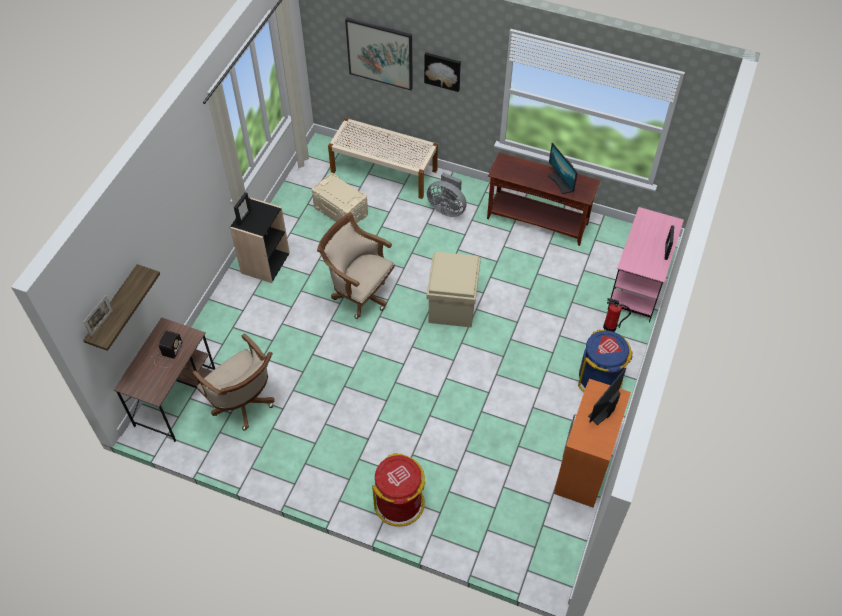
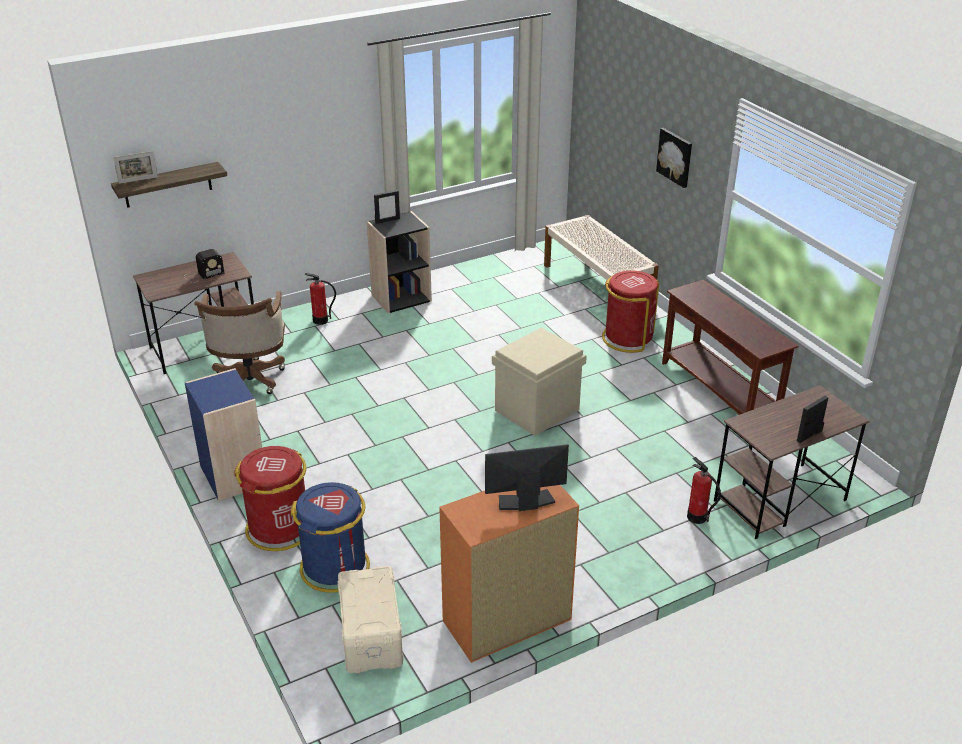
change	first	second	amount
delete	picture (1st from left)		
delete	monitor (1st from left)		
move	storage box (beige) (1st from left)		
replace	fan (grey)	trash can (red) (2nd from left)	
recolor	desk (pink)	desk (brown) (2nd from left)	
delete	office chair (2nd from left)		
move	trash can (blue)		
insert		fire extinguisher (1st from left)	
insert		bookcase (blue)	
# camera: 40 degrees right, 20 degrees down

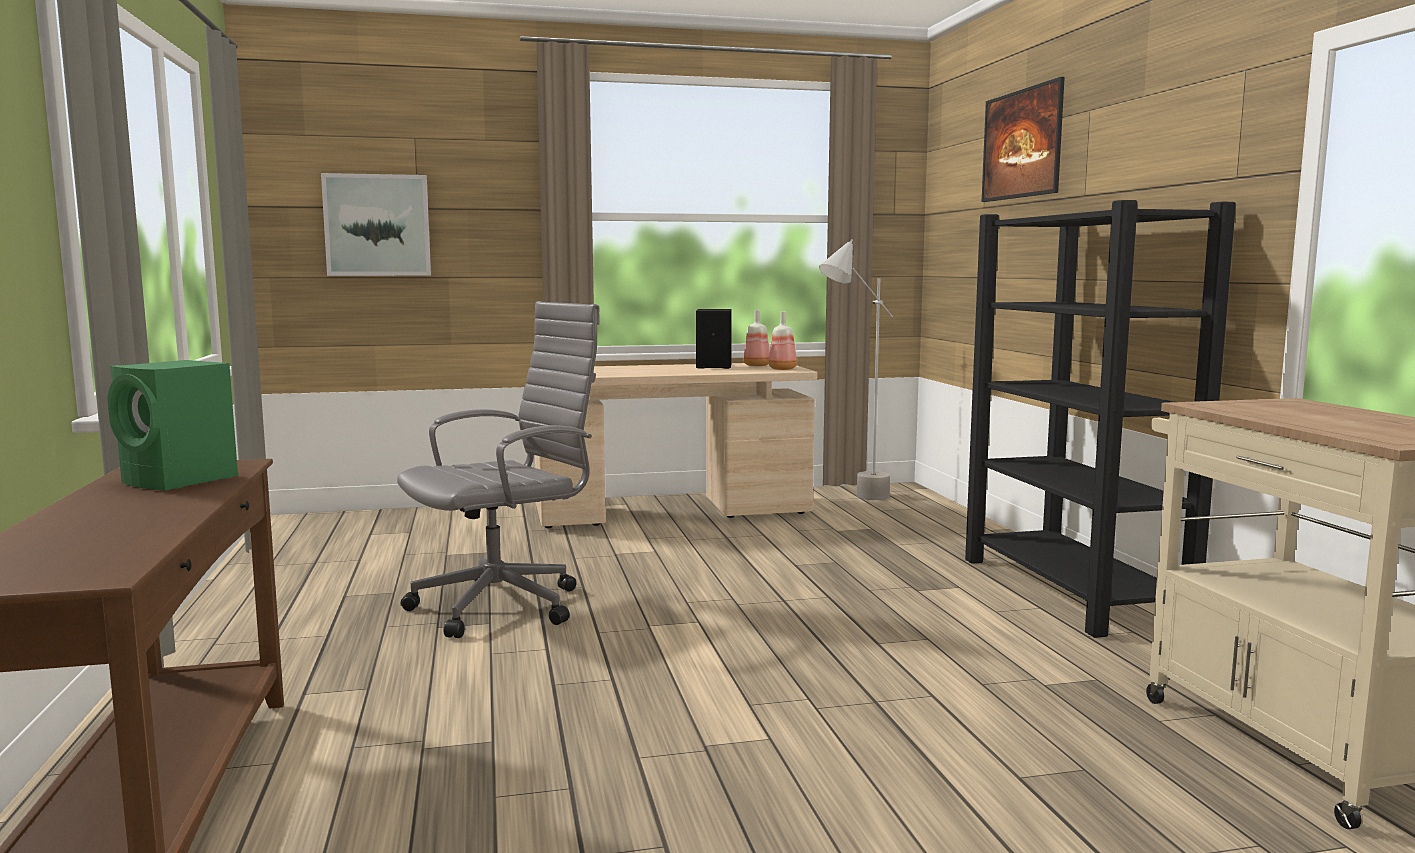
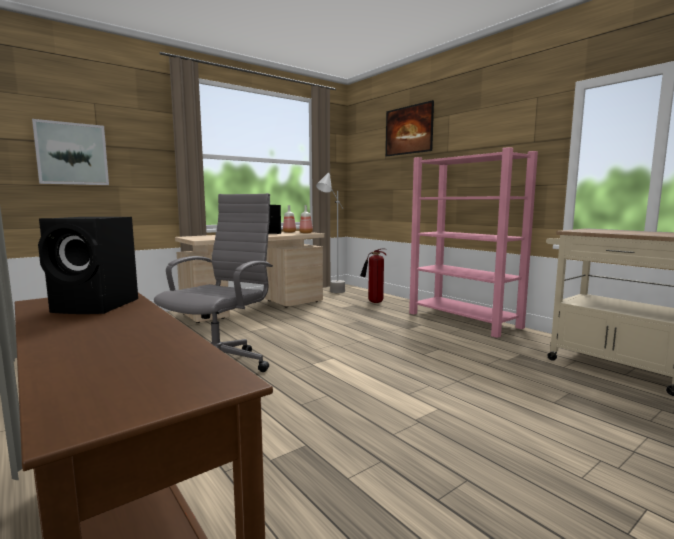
change	first	second	amount
recolor	bookcase (black)	bookcase (pink)	
recolor	speaker (green)	speaker (black) (1st from left)	
insert		fire extinguisher	
# camera: 25 degrees left, 0 degrees up

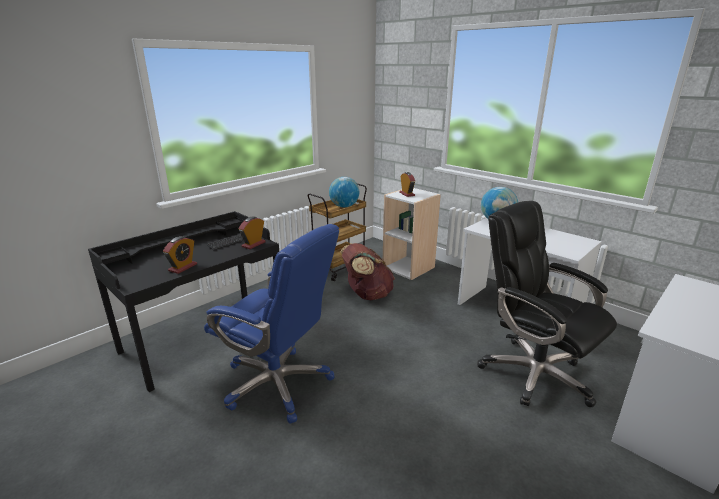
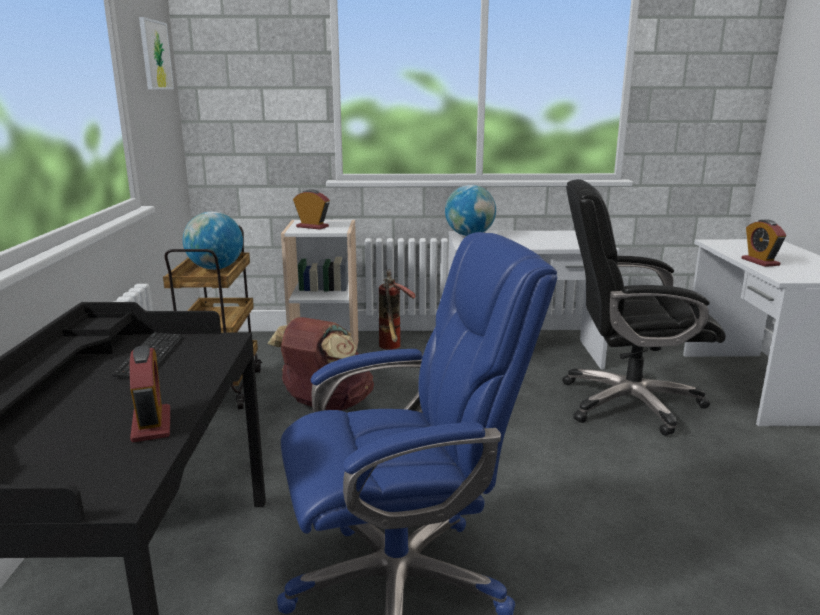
change	first	second	amount
move	alarm clock (2nd from left in the first image)	alarm clock (3rd from left)	
insert		picture	
insert		fire extinguisher	
# camera: 45 degrees left, 5 degrees down

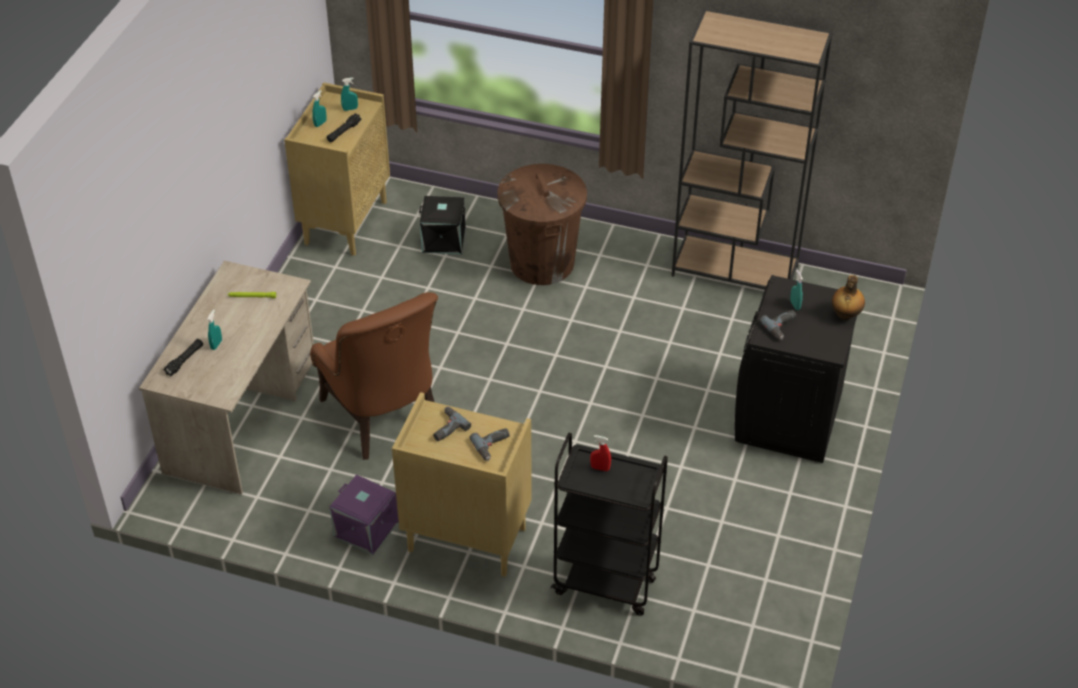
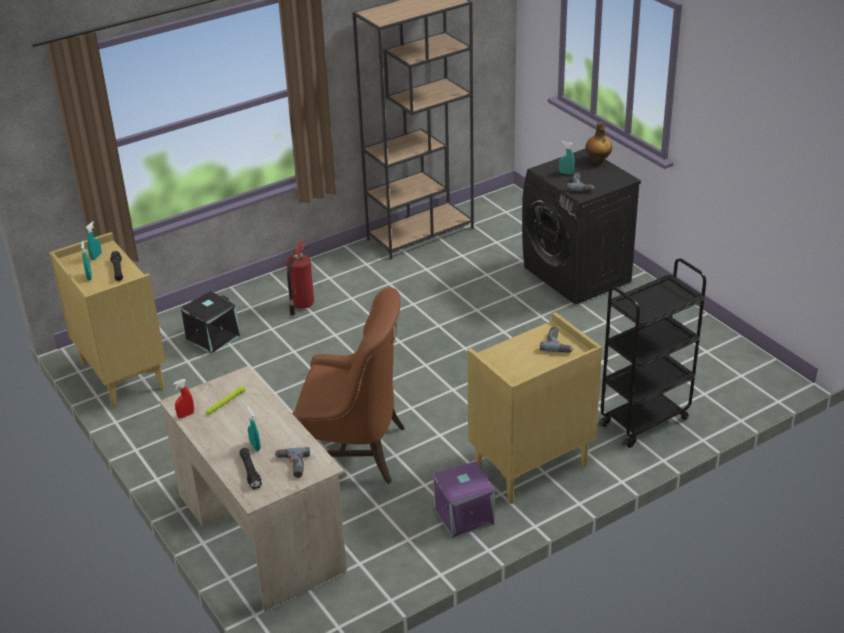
change	first	second	amount
replace	trash can (brown)	fire extinguisher	
move	power drill (1st from left)		
move	spray bottle (red)		
# camera: 50 degrees left, 10 degrees down

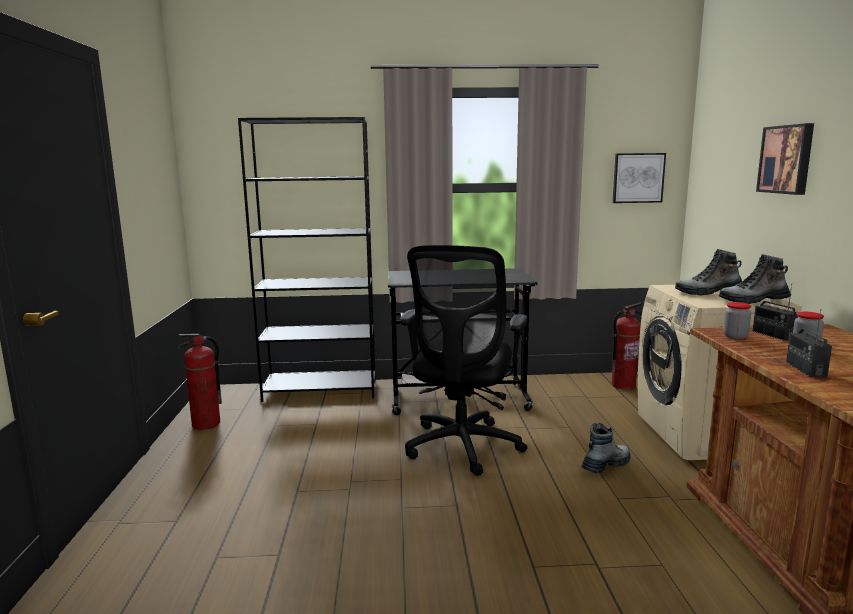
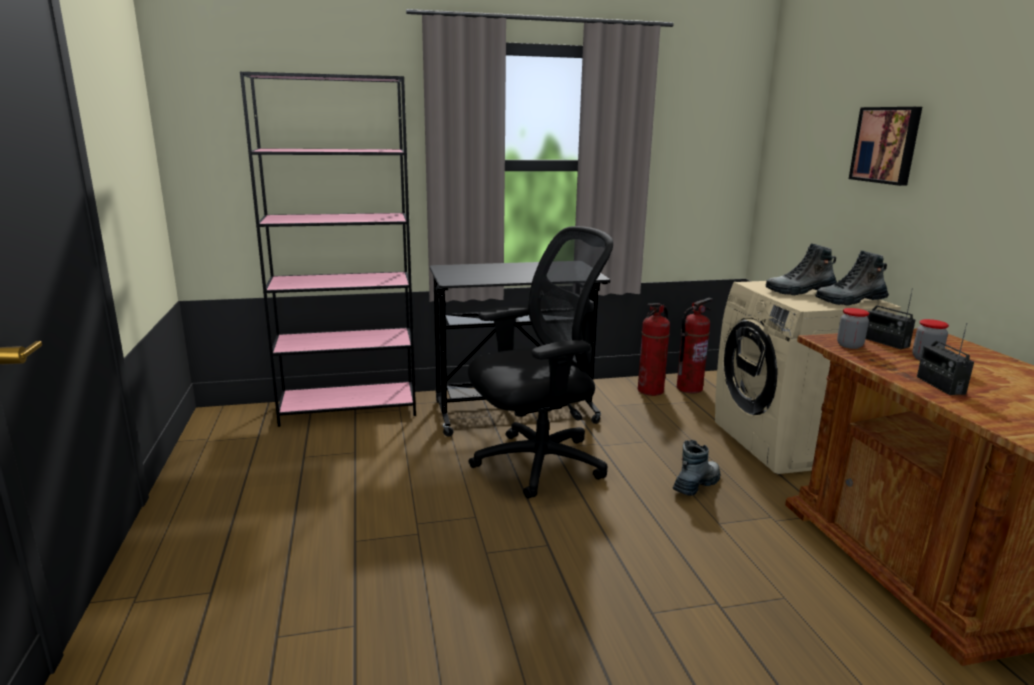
change	first	second	amount
recolor	bookcase (black)	bookcase (pink)	
delete	picture (1st from left)		
rotate	office chair (black)		120 degrees counterclockwise
move	fire extinguisher (1st from left)		
# camera: 10 degrees left, 5 degrees up

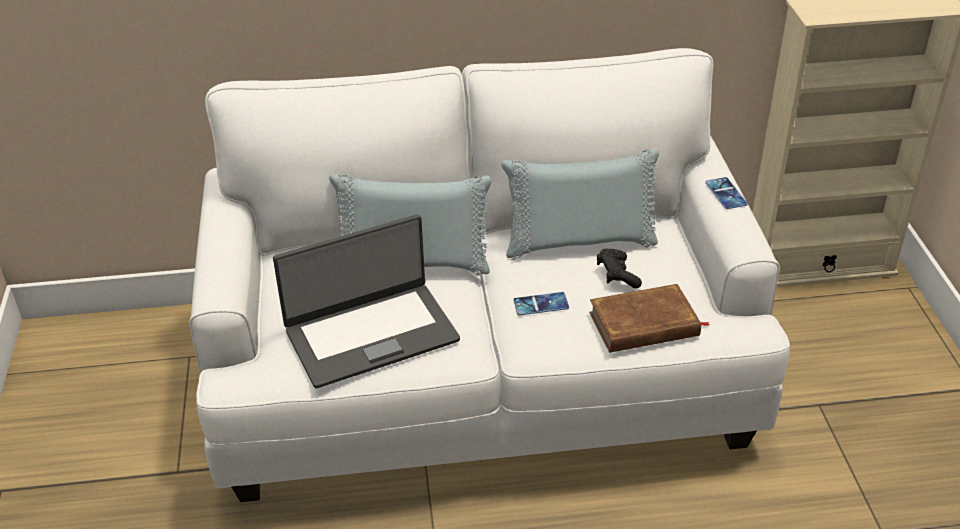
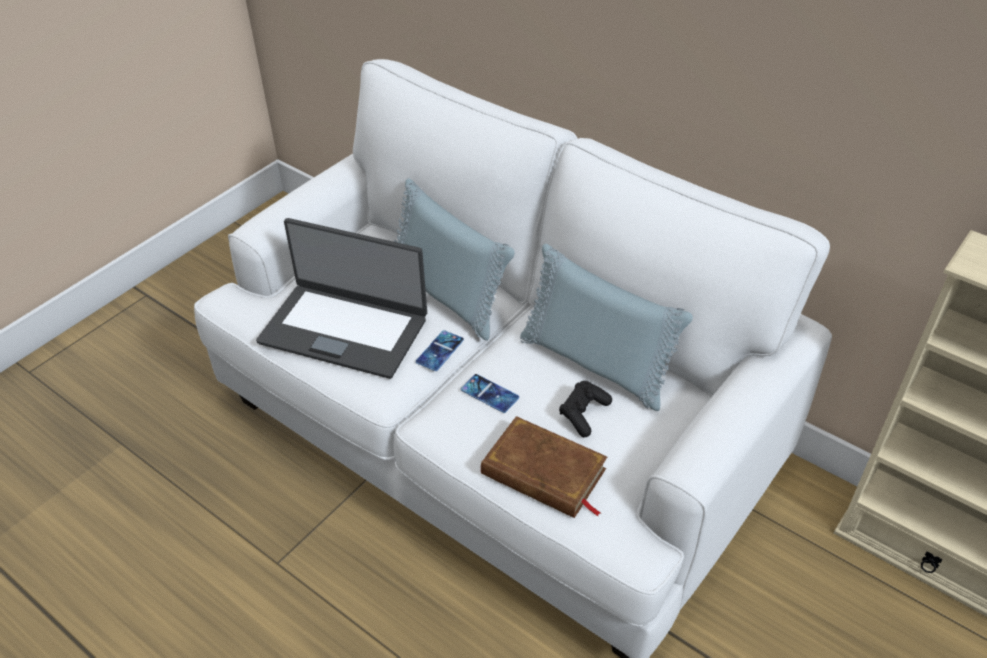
change	first	second	amount
move	phone (2nd from left in the first image)	phone (1st from left)	
# camera: 45 degrees right, 5 degrees up

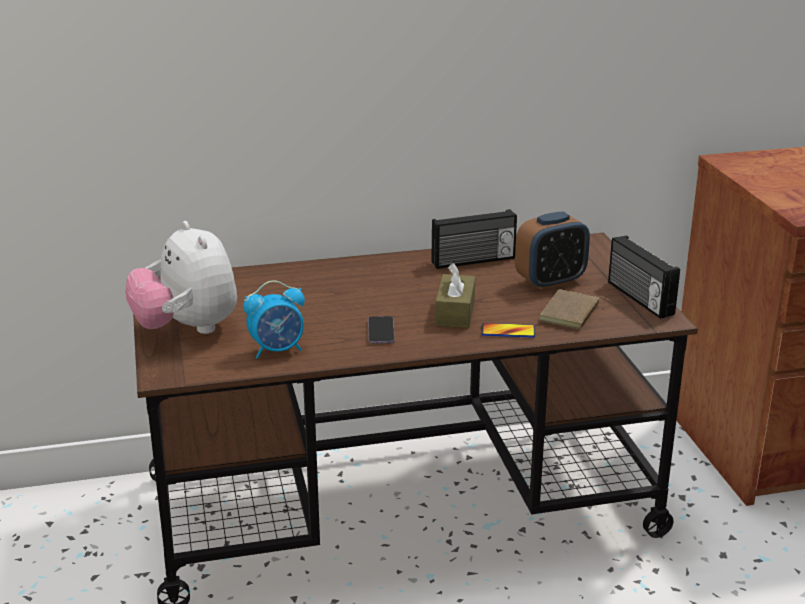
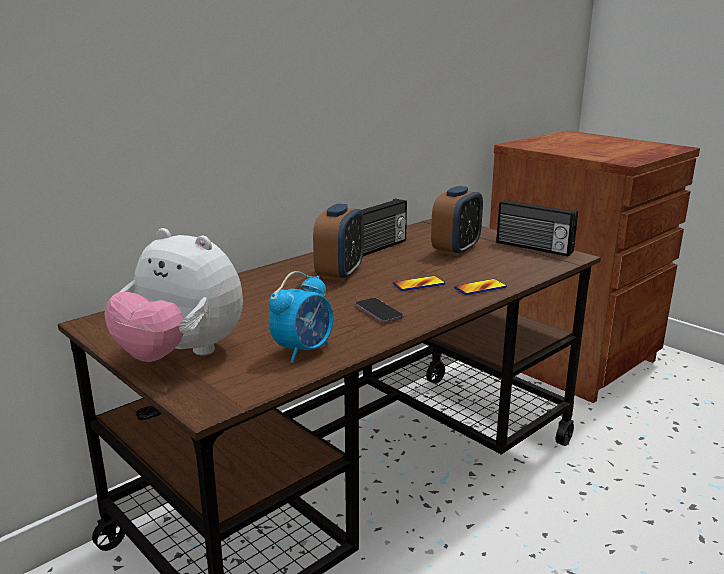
change	first	second	amount
replace	tissue box (brown)	phone (2nd from left)	
delete	book (brown)		
insert		alarm clock (2nd from left)	
# camera: 30 degrees left, 5 degrees down

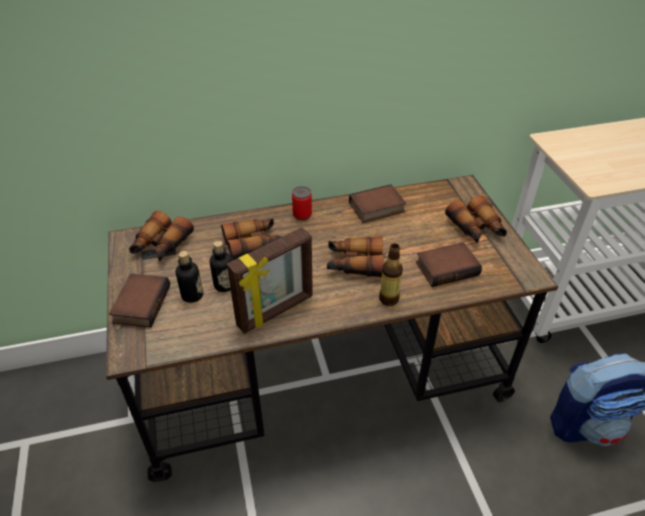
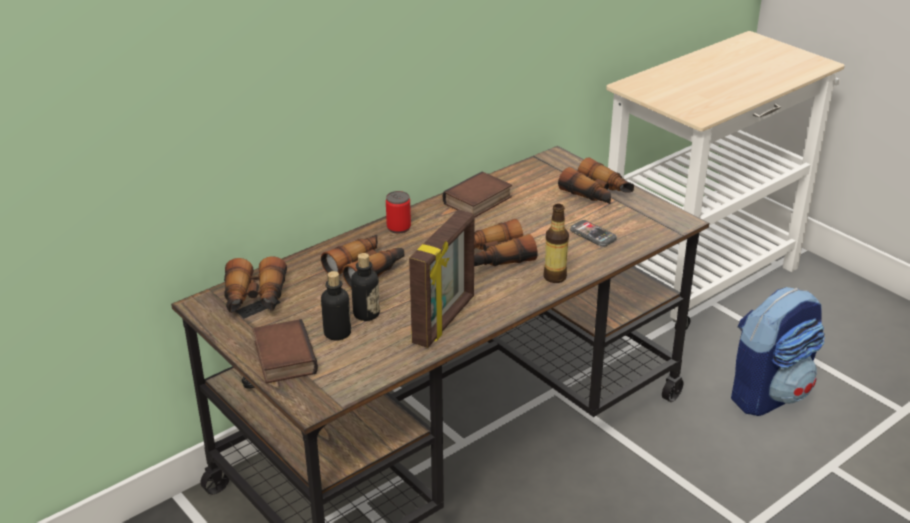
change	first	second	amount
replace	book (3rd from left)	phone	
# camera: 25 degrees left, 10 degrees down

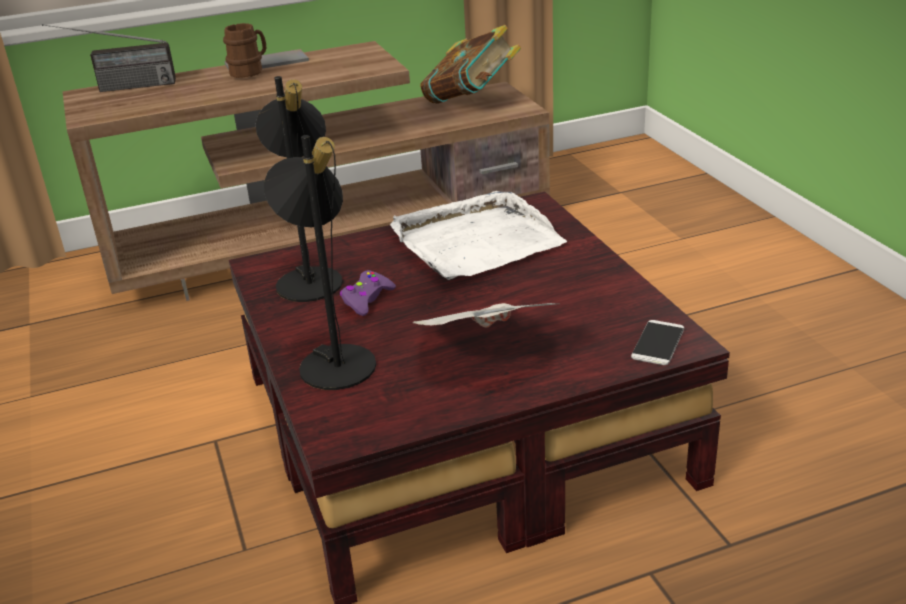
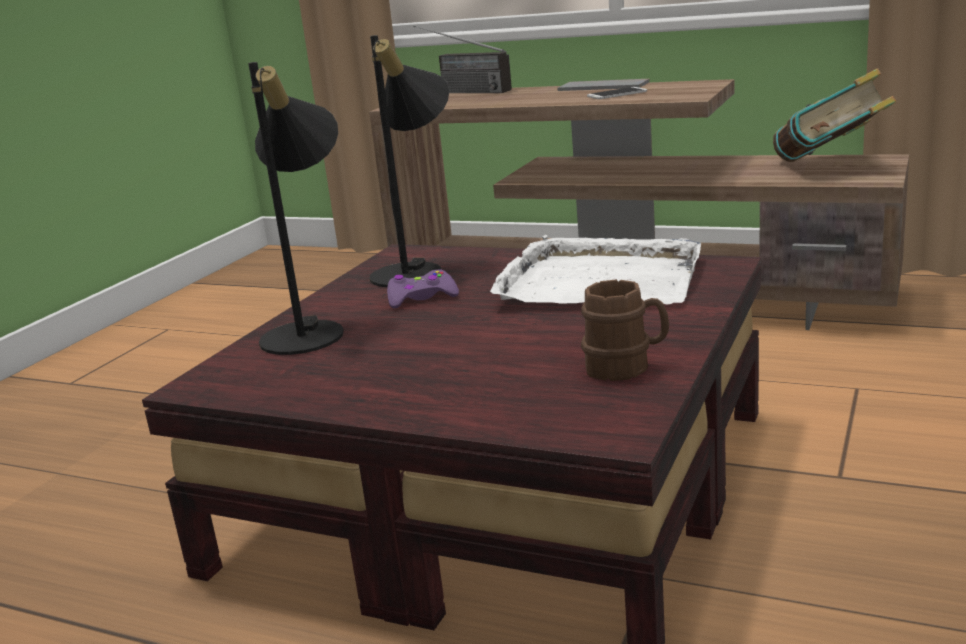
change	first	second	amount
move	mug (brown)		
delete	newspaper		
move	phone		
# camera: 45 degrees right, 10 degrees down

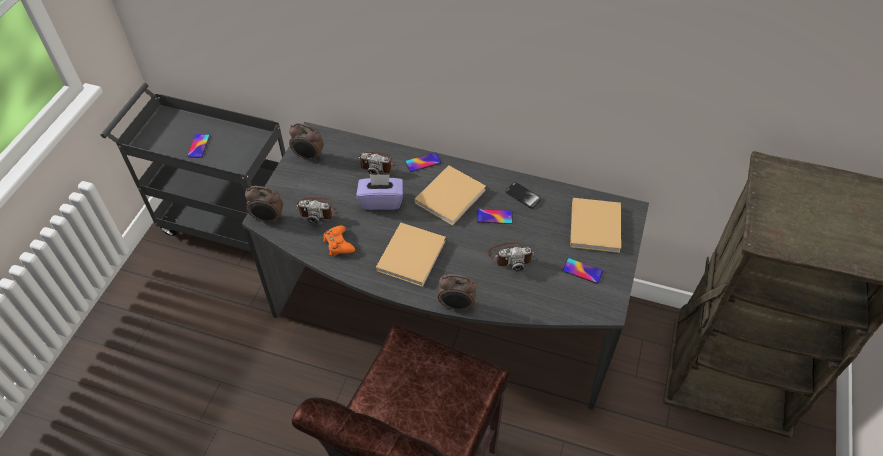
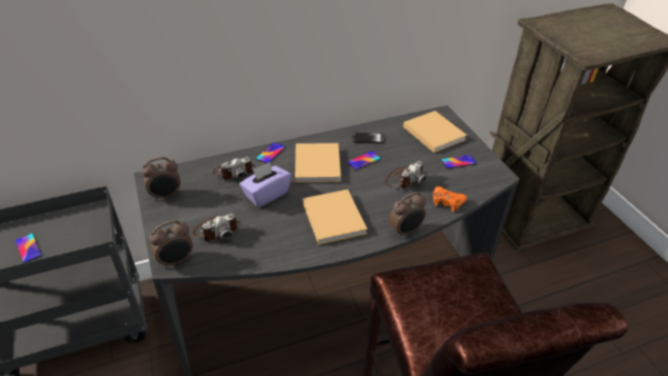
change	first	second	amount
move	game controller (orange)		
# camera: 40 degrees left, 10 degrees down

